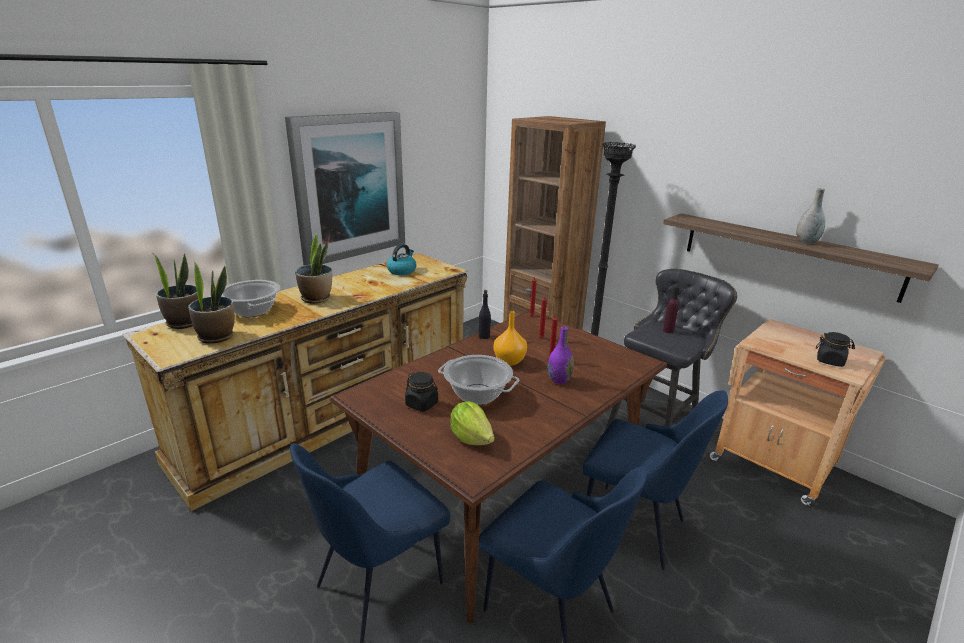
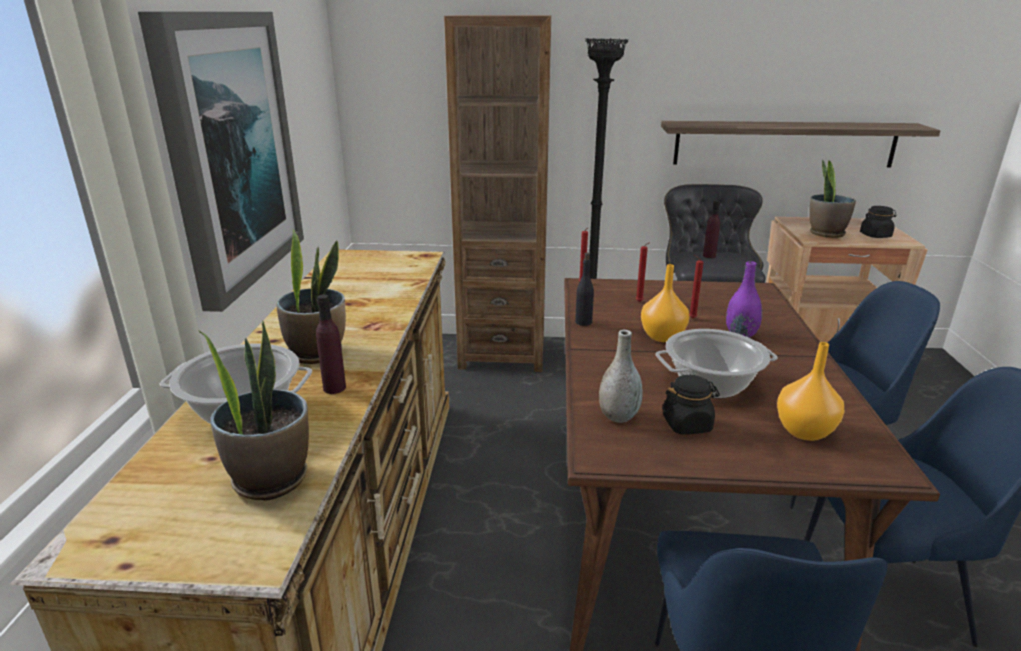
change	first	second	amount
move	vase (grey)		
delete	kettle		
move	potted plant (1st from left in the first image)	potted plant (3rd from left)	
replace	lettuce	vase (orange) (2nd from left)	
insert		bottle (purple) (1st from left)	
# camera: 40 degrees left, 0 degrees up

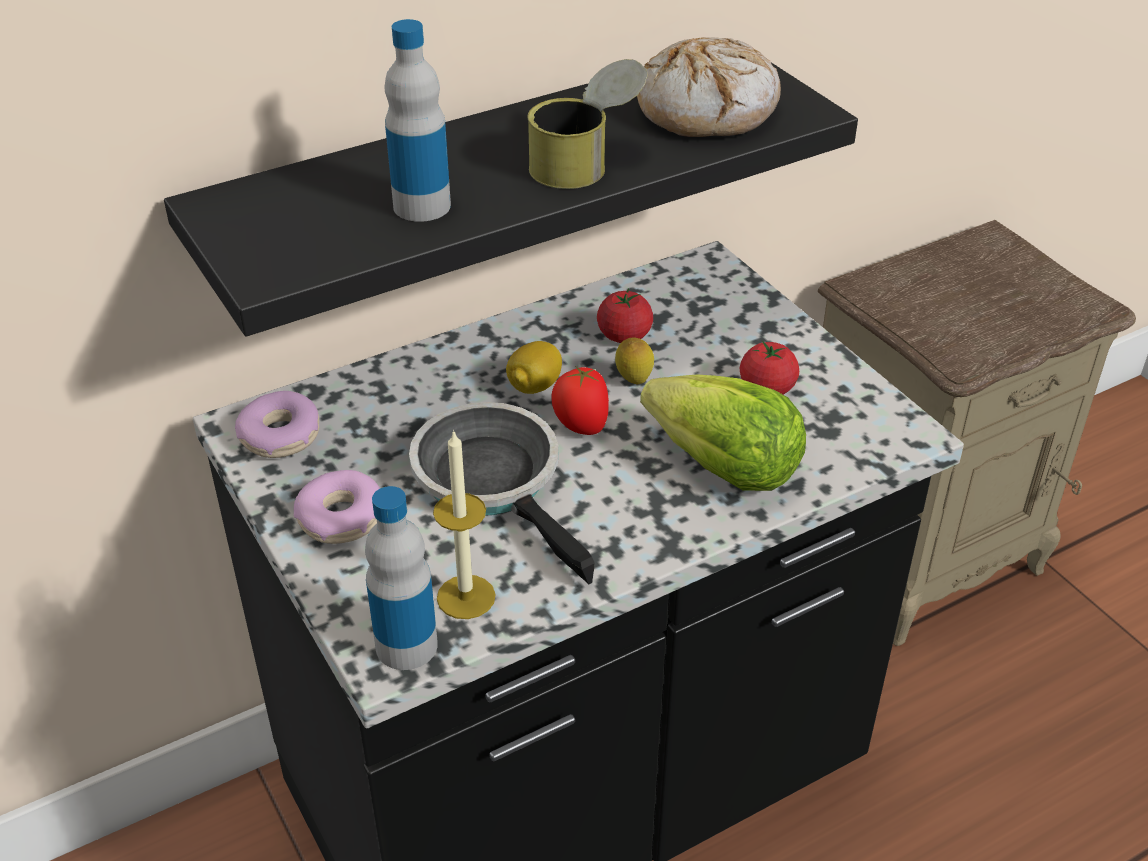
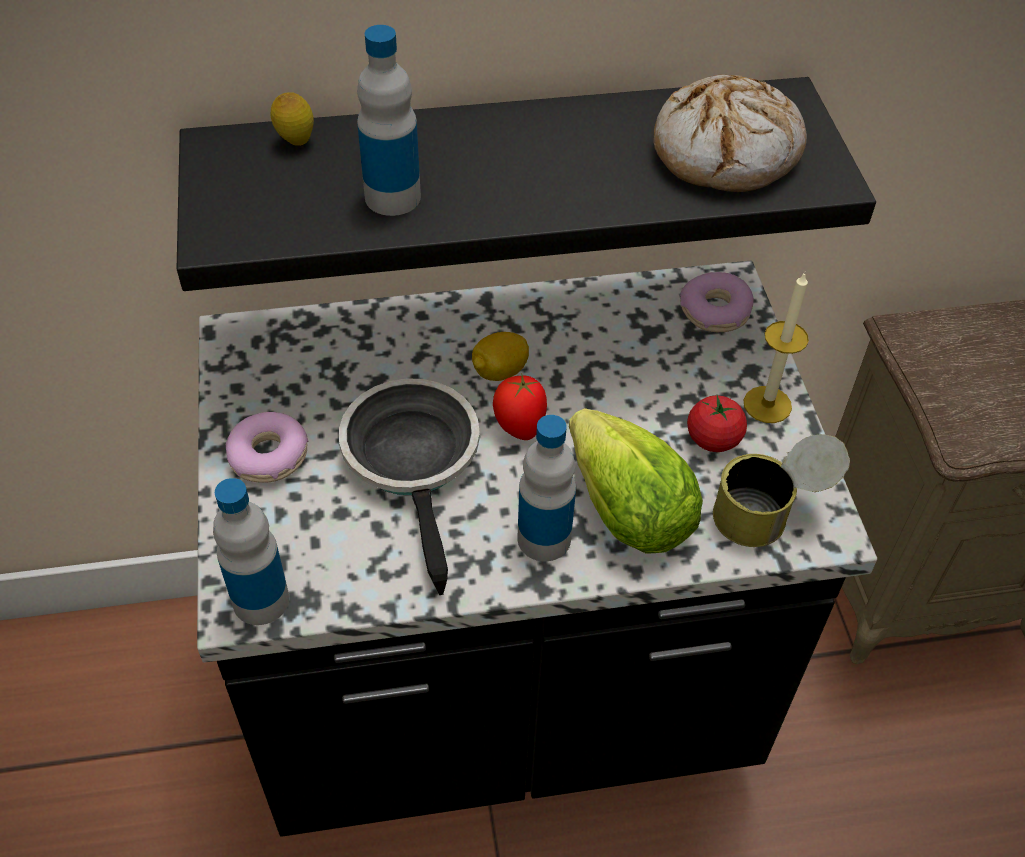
change	first	second	amount
move	can		
delete	tomato (2nd from left)		
move	lemon (2nd from left in the first image)	lemon (1st from left)	
move	donut (1st from left in the first image)	donut (2nd from left)	
move	candle		
insert		bottle (3rd from left)	
# camera: 20 degrees right, 10 degrees up

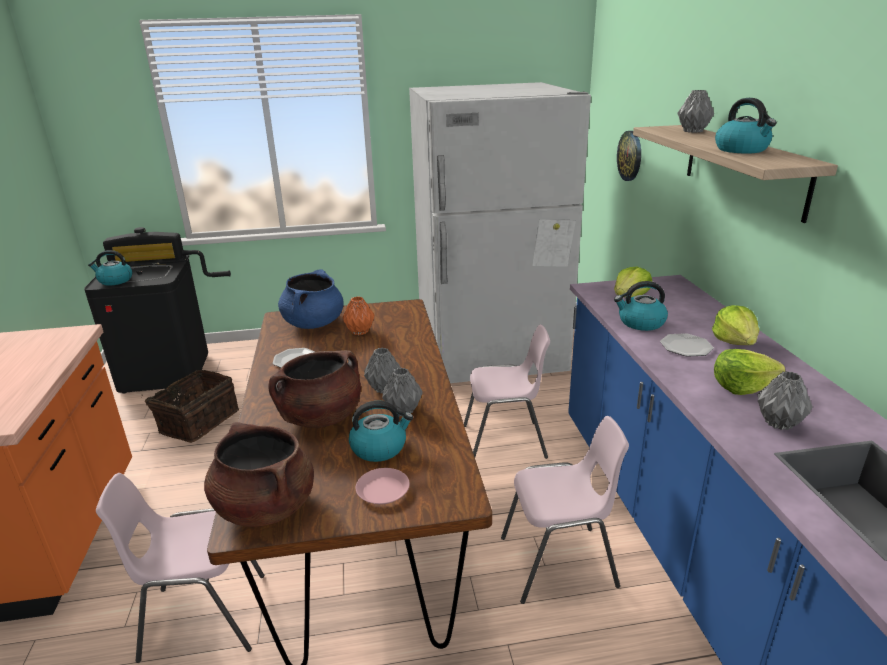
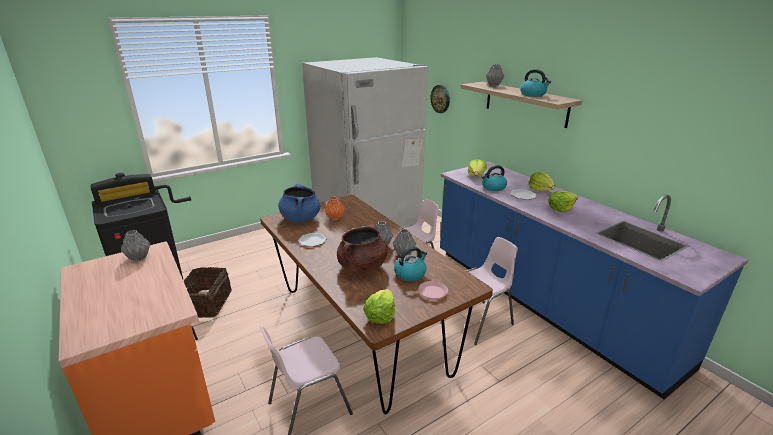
change	first	second	amount
delete	kettle (1st from left)		
move	vase (grey) (4th from left in the first image)	vase (grey) (1st from left)	
replace	cooking pot (brown) (1st from left)	lettuce (1st from left)	
# camera: 25 degrees left, 0 degrees up

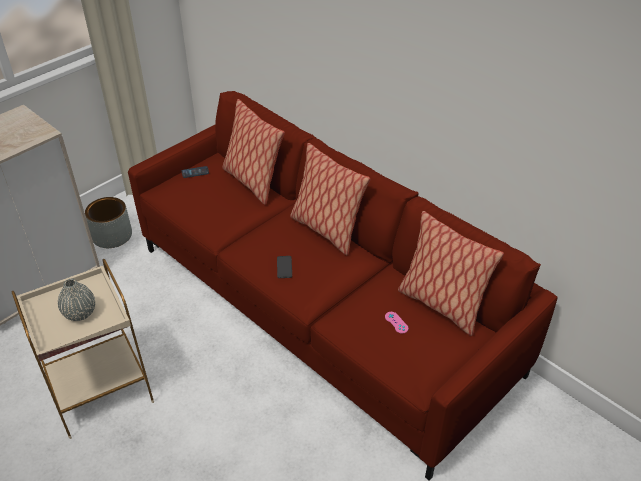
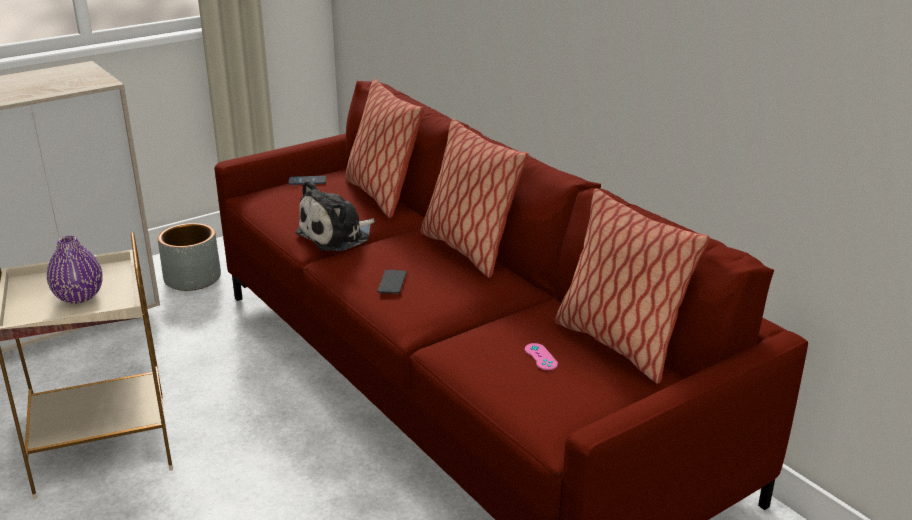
change	first	second	amount
recolor	vase (grey)	vase (purple)	
insert		plush toy	
# camera: 10 degrees right, 15 degrees down

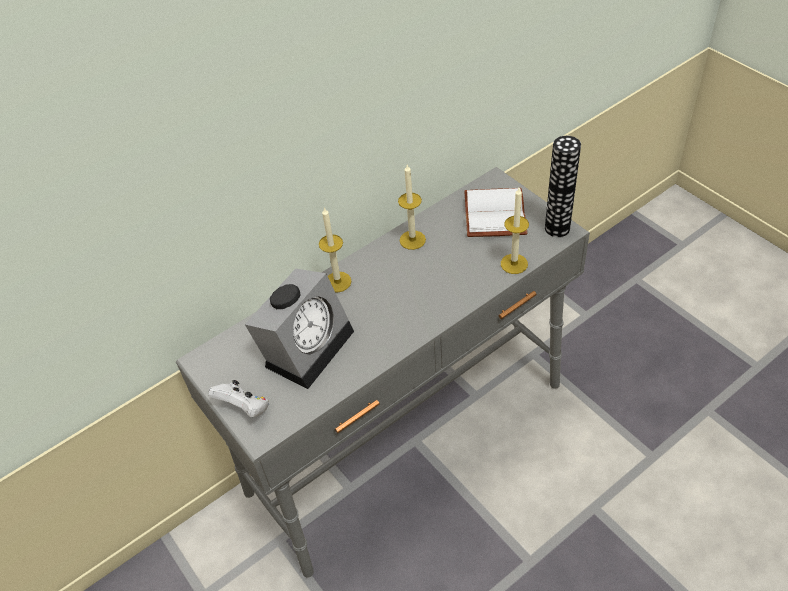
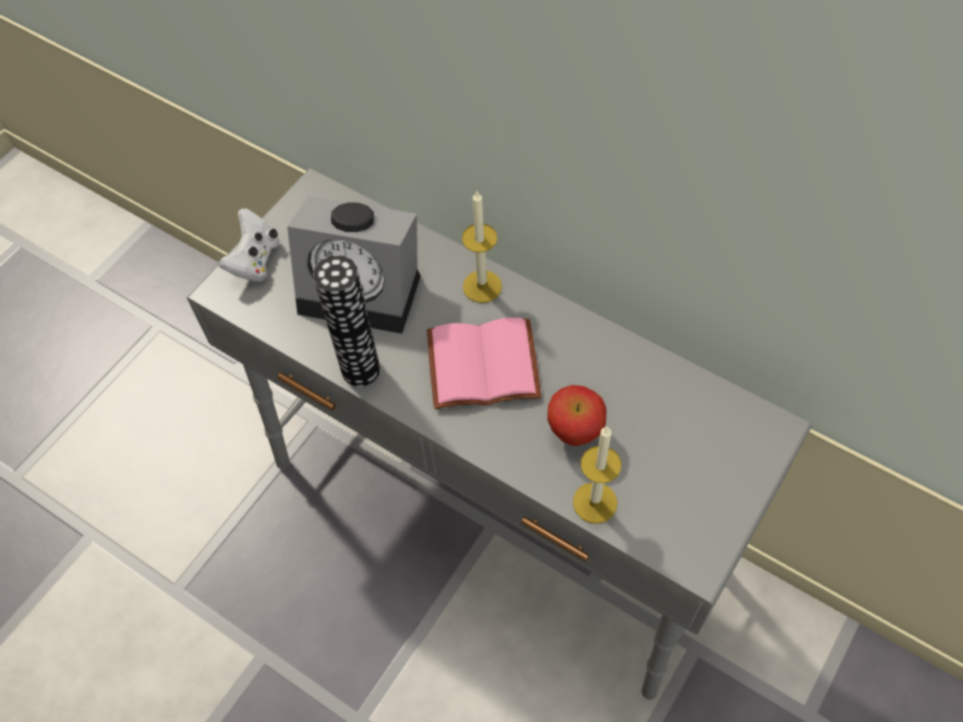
change	first	second	amount
move	vase		
delete	candle (2nd from left)		
delete	book (white)		
insert		book (pink)	
insert		apple	
# camera: 70 degrees right, 10 degrees up

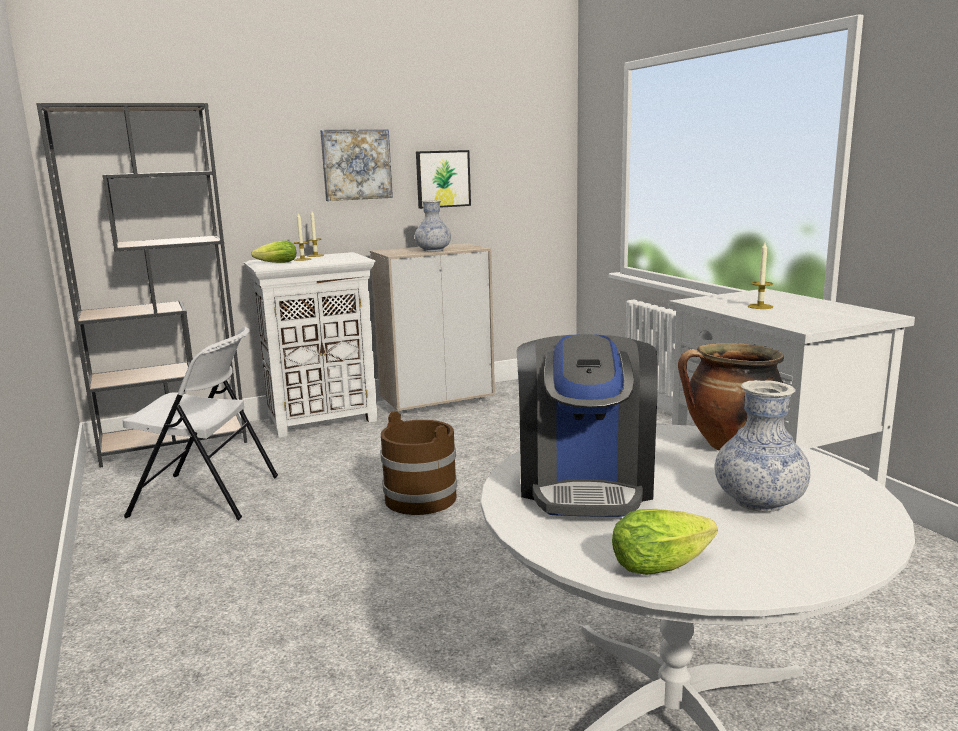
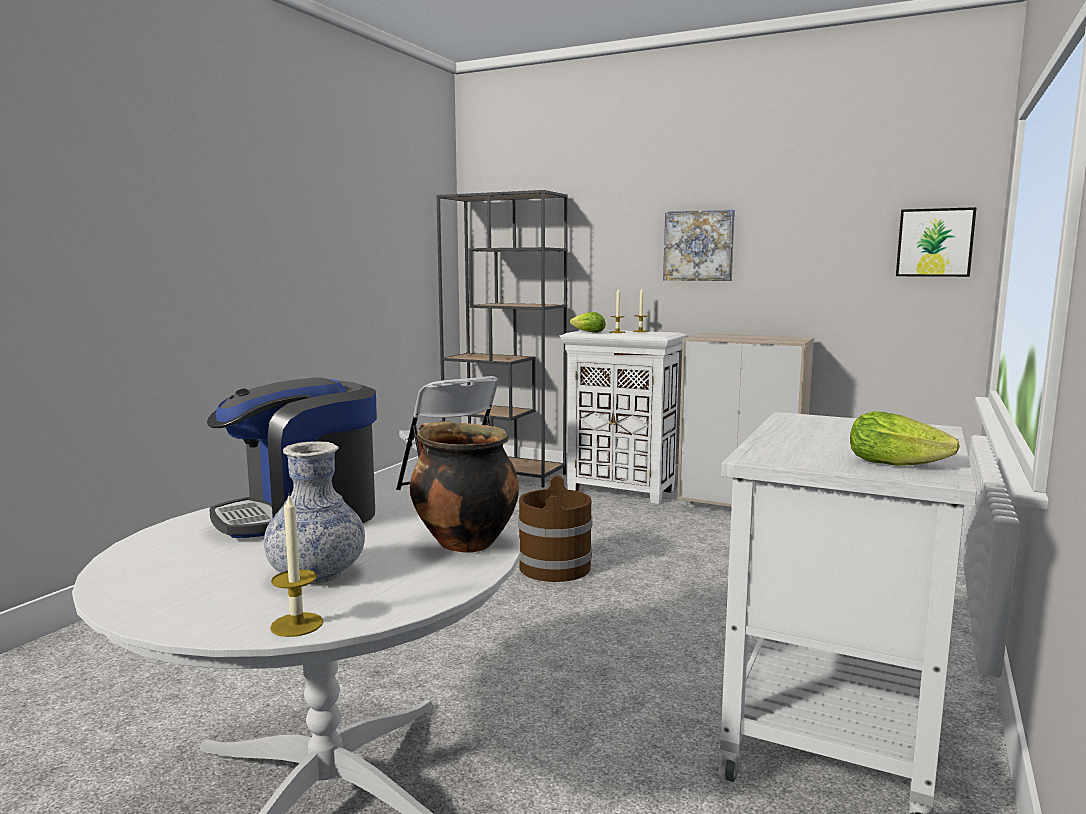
change	first	second	amount
move	picture (2nd from left)		
delete	vase (1st from left)		
move	candle (3rd from left in the first image)	candle (1st from left)	
move	lettuce (2nd from left)		
# camera: 50 degrees right, 5 degrees down

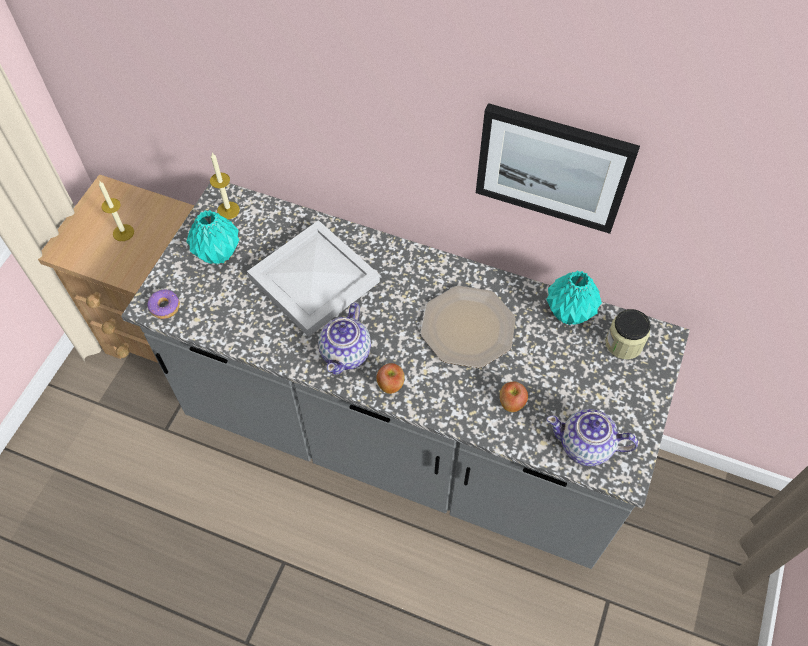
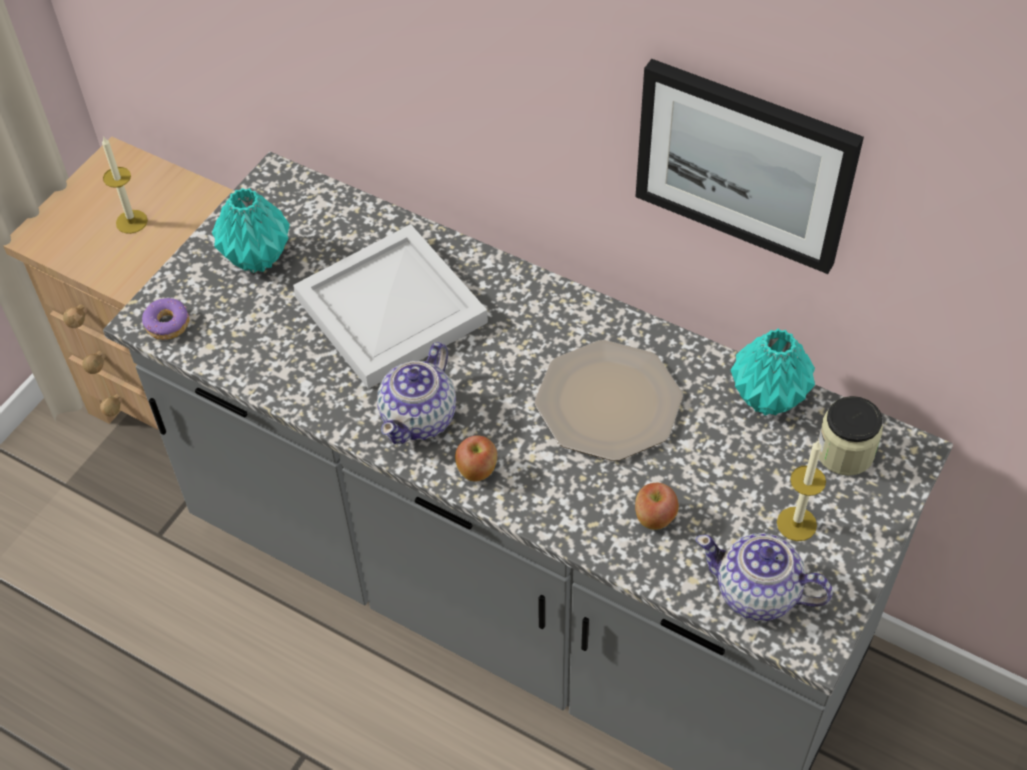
change	first	second	amount
move	candle (2nd from left)		
# camera: 10 degrees right, 5 degrees down

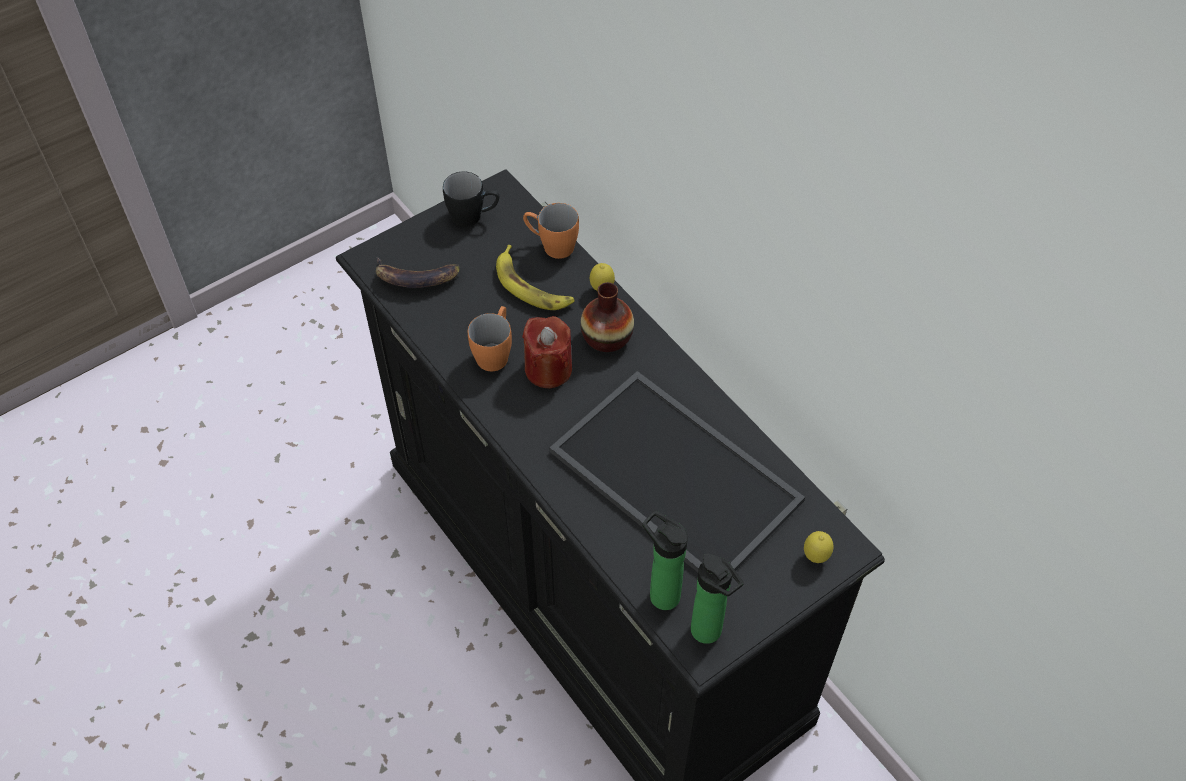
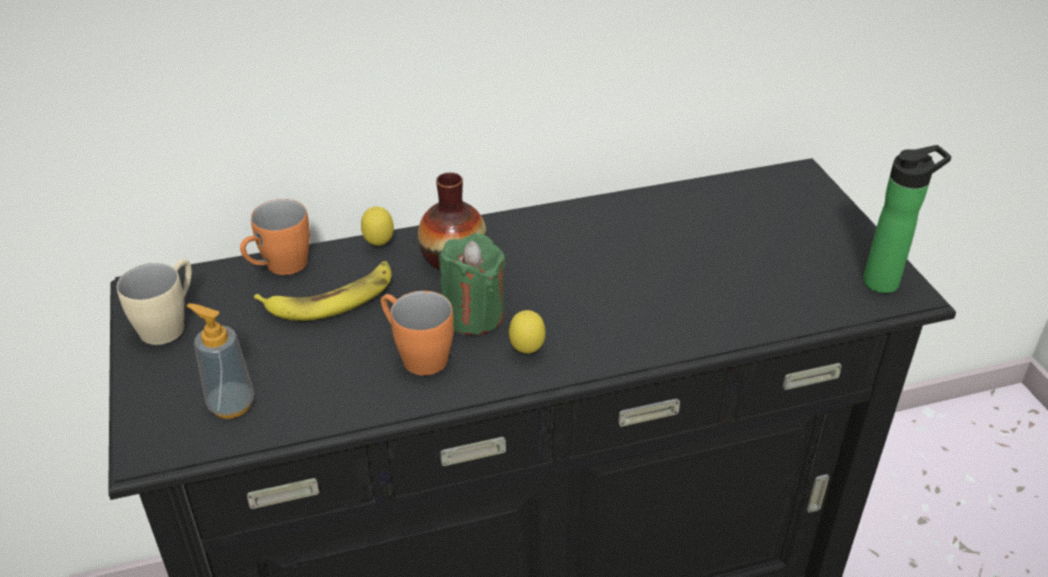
change	first	second	amount
recolor	mug (black)	mug (beige)	
replace	banana (1st from left)	soap dispenser	
recolor	candle (red)	candle (green)	
delete	tray		
delete	bottle (1st from left)		
move	lemon (2nd from left)		
# camera: 70 degrees left, 15 degrees down

